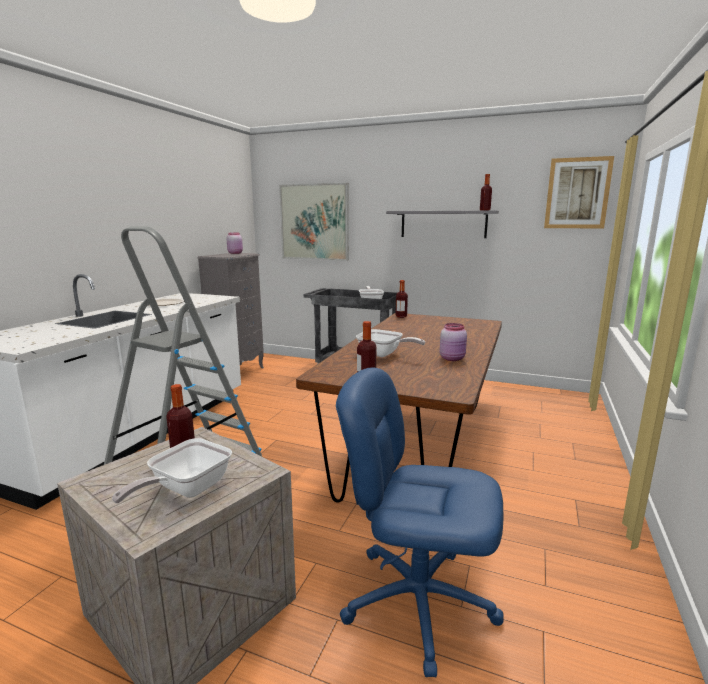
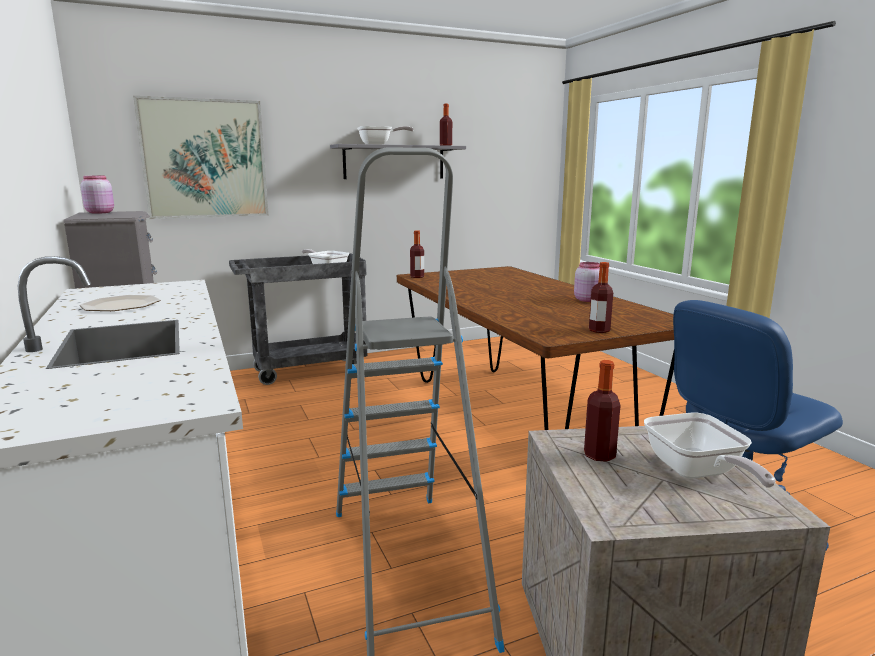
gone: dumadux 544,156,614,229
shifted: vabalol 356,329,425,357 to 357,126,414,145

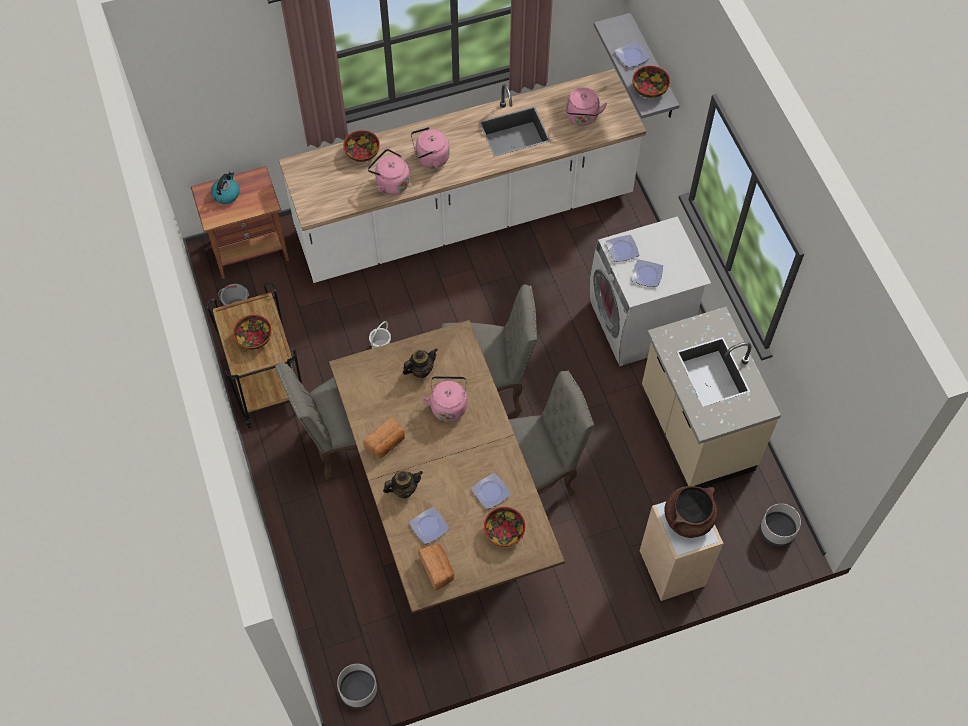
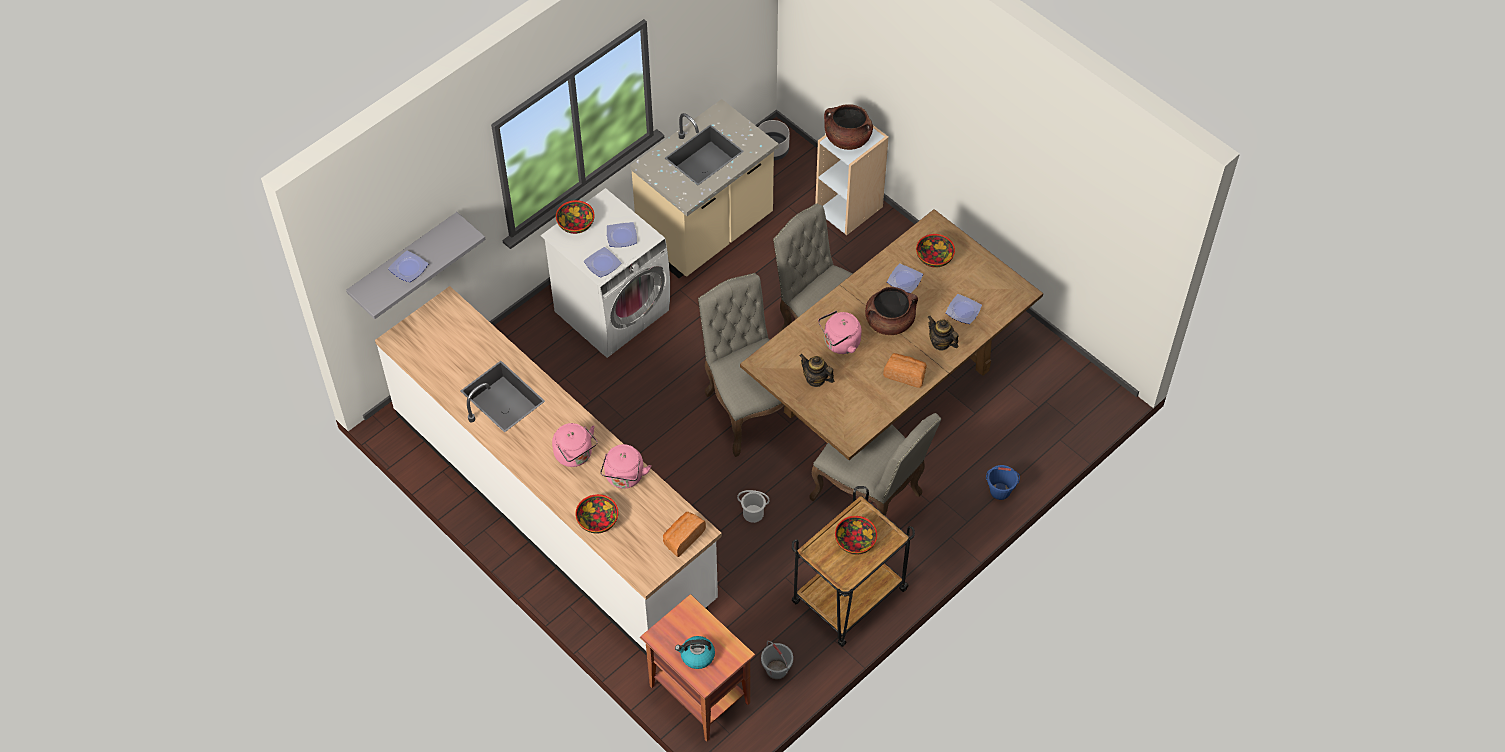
gone: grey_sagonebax 337,664,378,709; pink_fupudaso 566,87,607,126
new: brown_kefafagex 865,287,918,335; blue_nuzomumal 986,465,1020,500
shifted: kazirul 632,66,670,98 to 556,200,595,234; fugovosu 418,544,454,590 to 663,512,706,557

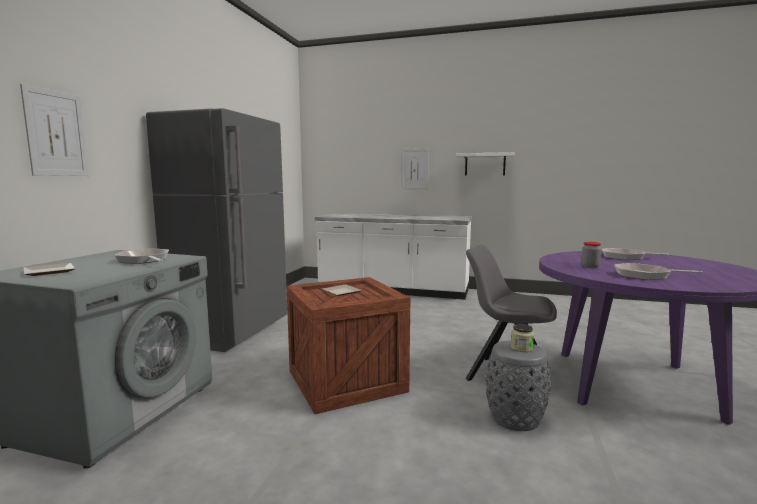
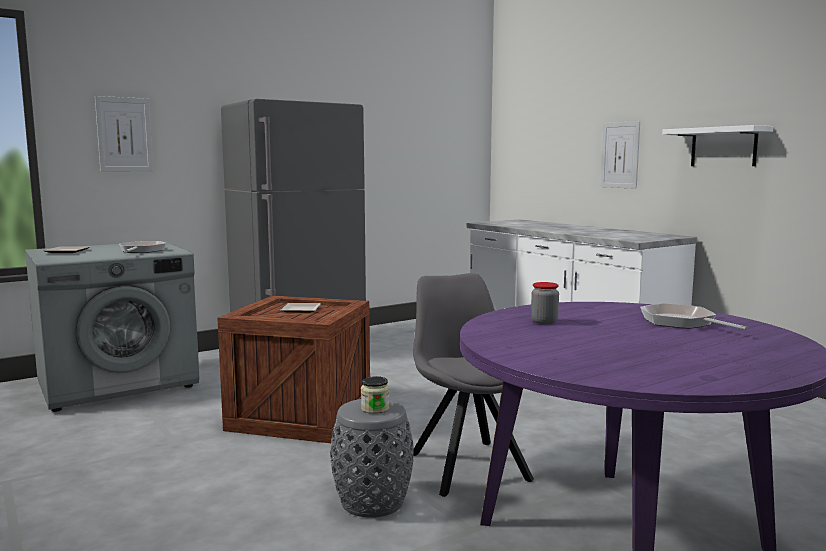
gone: vabalol 614,263,703,280

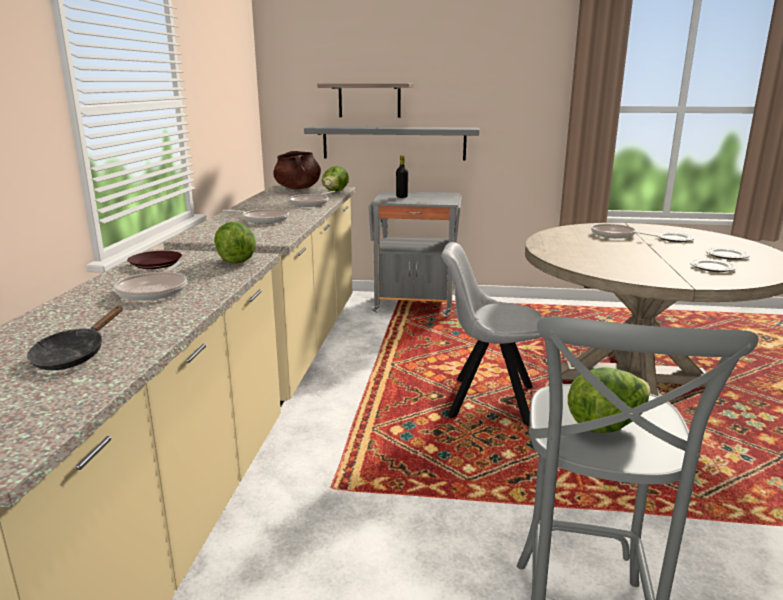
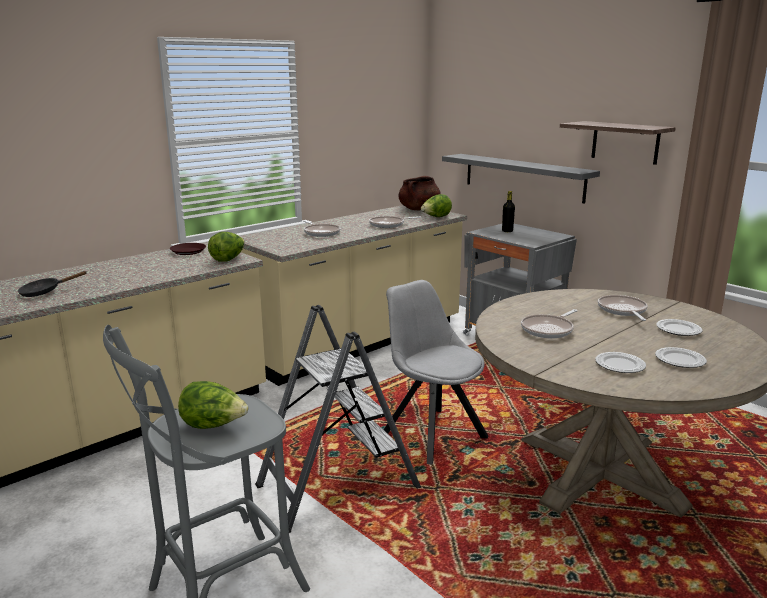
new: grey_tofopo 255,305,421,533
shifted: vabalol 113,261,187,301 to 521,309,578,338; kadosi 317,84,413,118 to 560,121,676,165

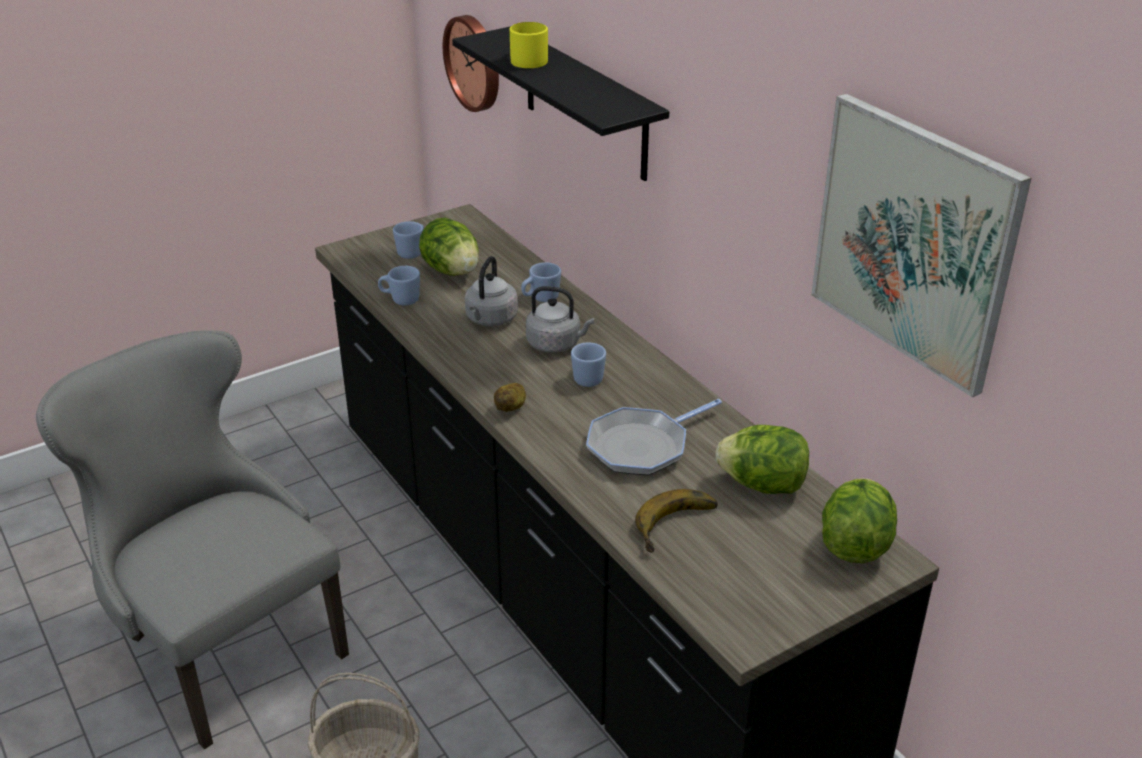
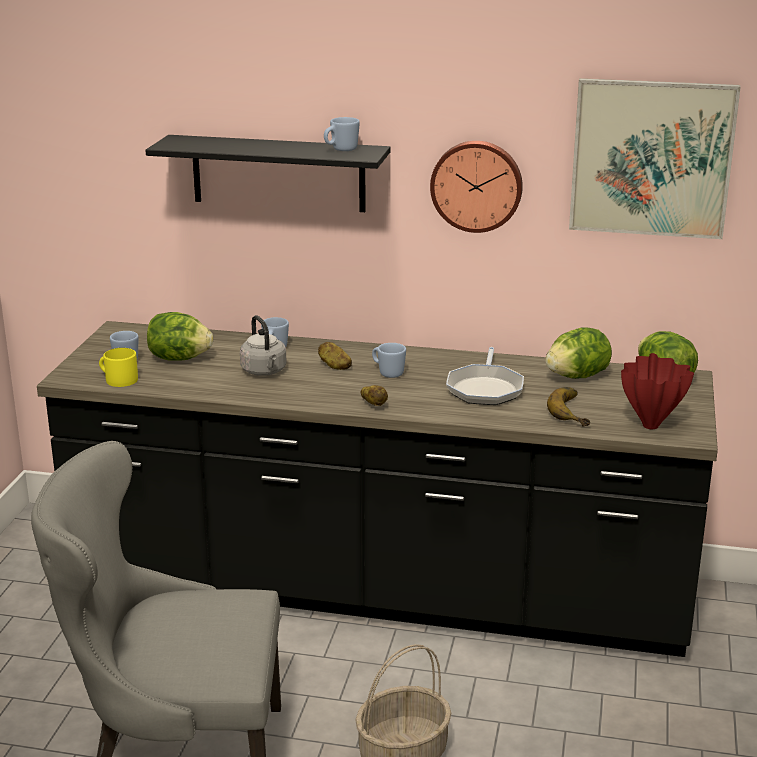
new: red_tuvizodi 621,353,694,429
shifted: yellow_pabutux 510,22,548,68 to 99,348,138,387; blue_pabutux 378,266,420,306 to 324,117,360,151; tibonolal 443,15,499,112 to 430,141,523,233
swapped: grey_fupudaso 526,286,594,353 to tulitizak 318,342,352,370

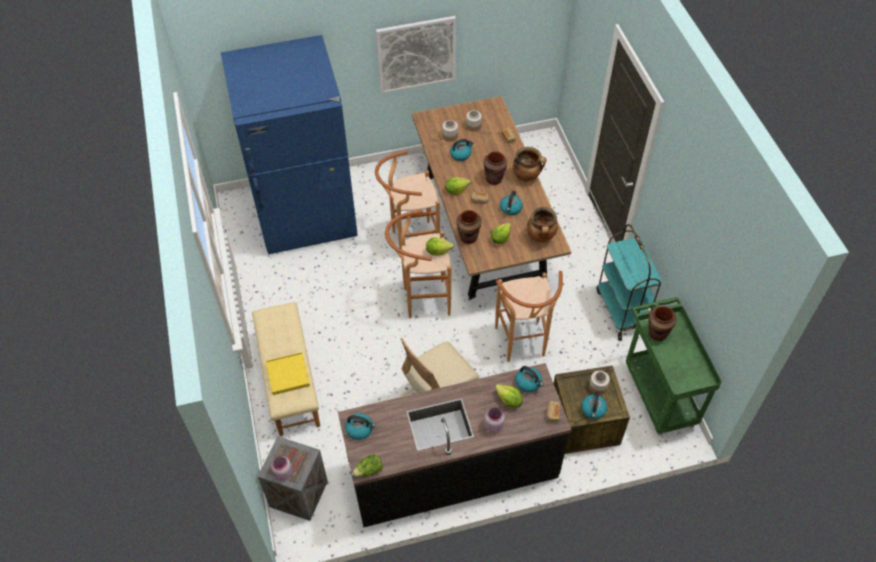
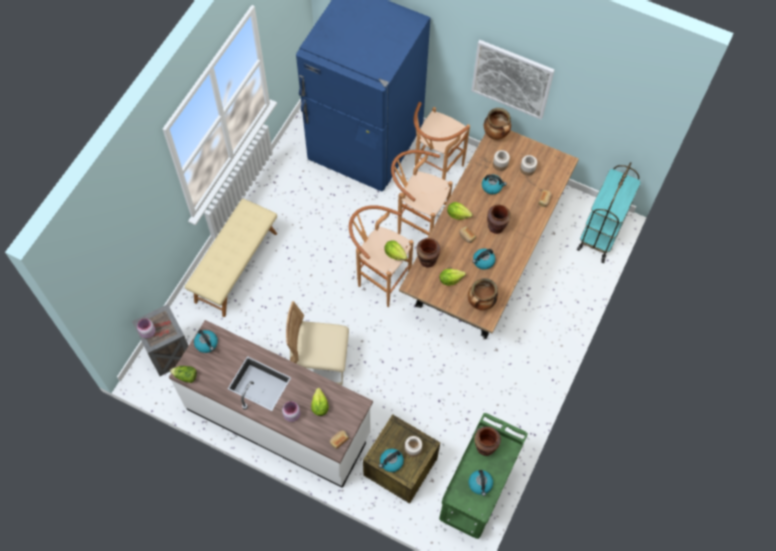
gone: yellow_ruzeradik 266,352,310,395
shifted: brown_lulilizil 495,271,563,362 to 414,102,470,180; fupudaso 515,366,544,392 to 469,470,493,496; kefafagex 513,147,546,182 to 484,108,511,140; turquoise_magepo 597,224,662,341 to 577,162,641,263
repainted: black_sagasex 338,363,571,527 to white_sagasex 169,320,373,488

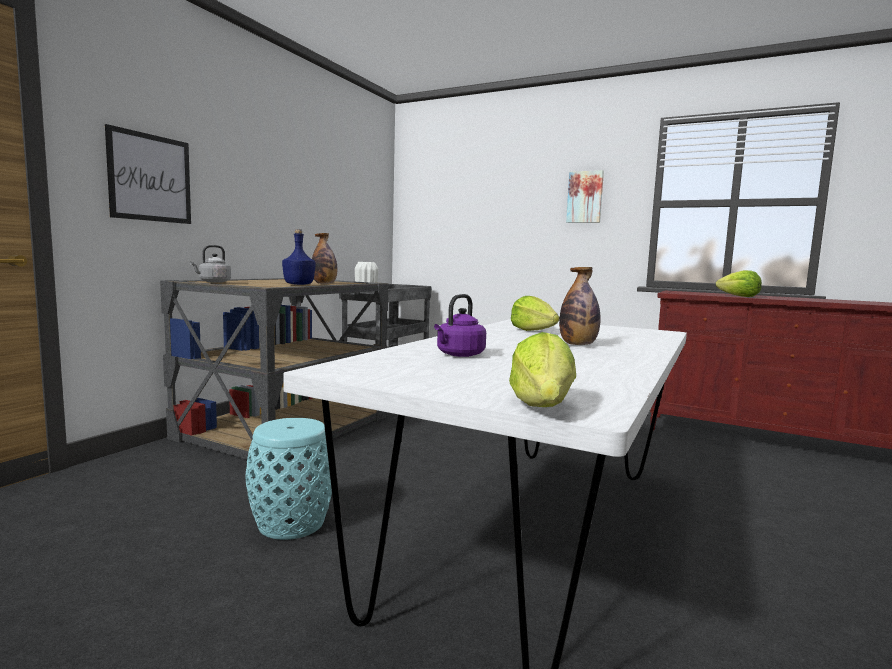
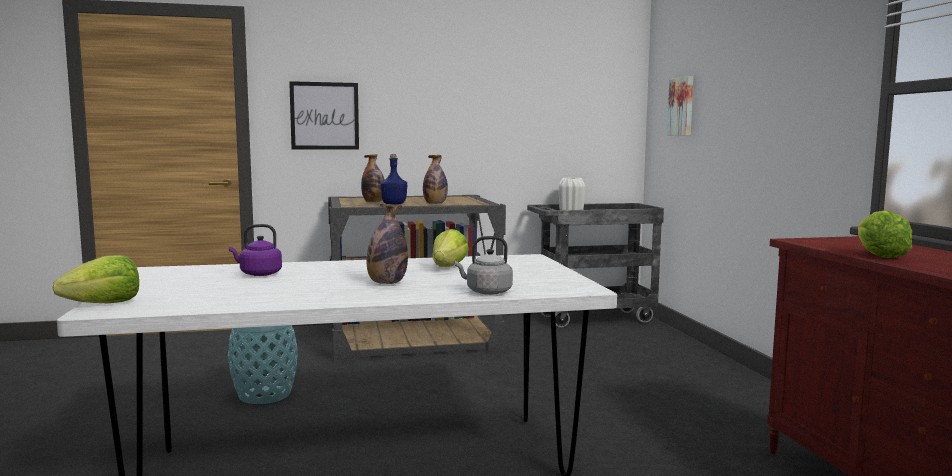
new: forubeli 361,154,385,202
shifted: grey_fupudaso 190,245,231,283 to 454,236,513,295; dumadux 566,170,604,223 to 667,76,694,136

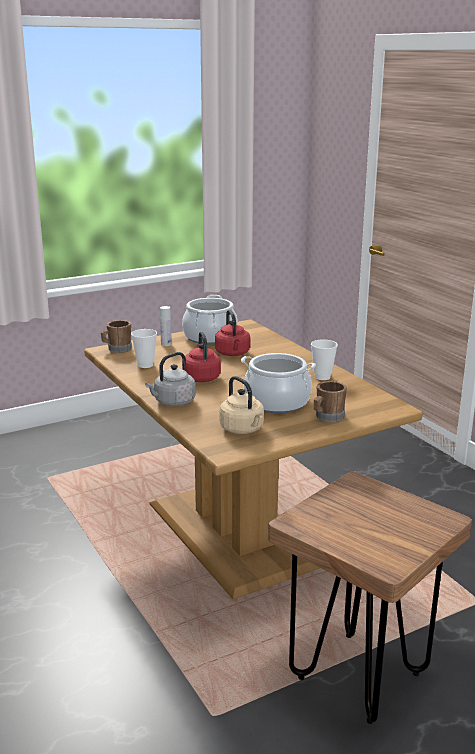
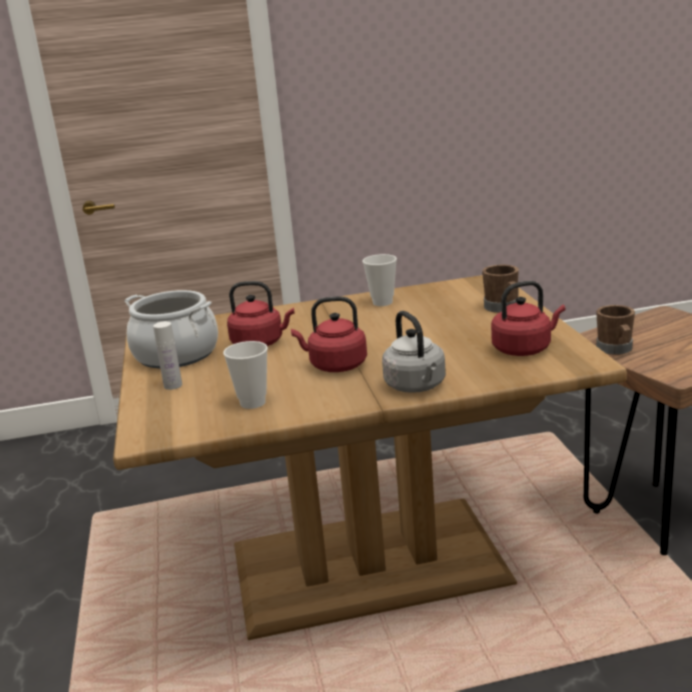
gone: kefafagex 241,353,316,413
shifted: brown_pabutux 101,320,132,353 to 596,305,635,355
repainted: beige_fupudaso 219,376,264,434 to red_fupudaso 491,281,565,356

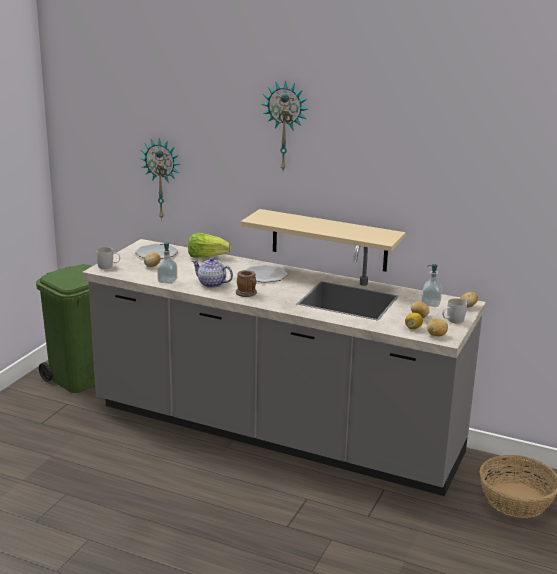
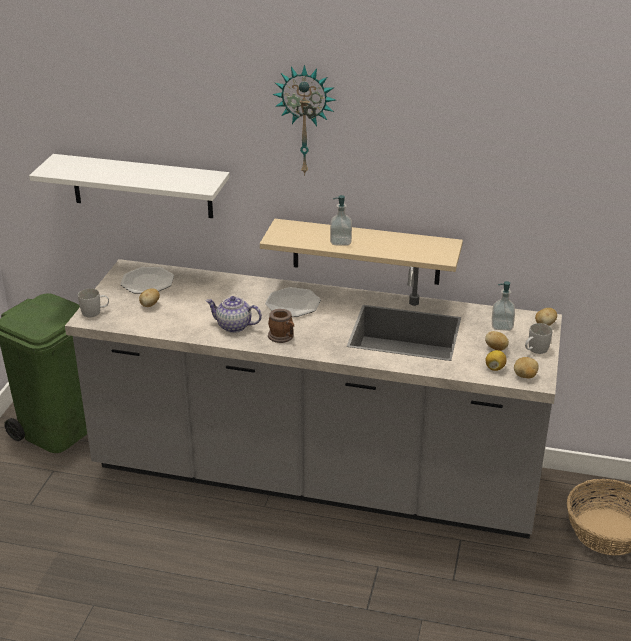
gone: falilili 188,233,231,258
shifted: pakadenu 157,242,177,284 to 330,195,352,246
swapped: tibonolal 140,138,181,220 to white_kadosi 29,154,230,218

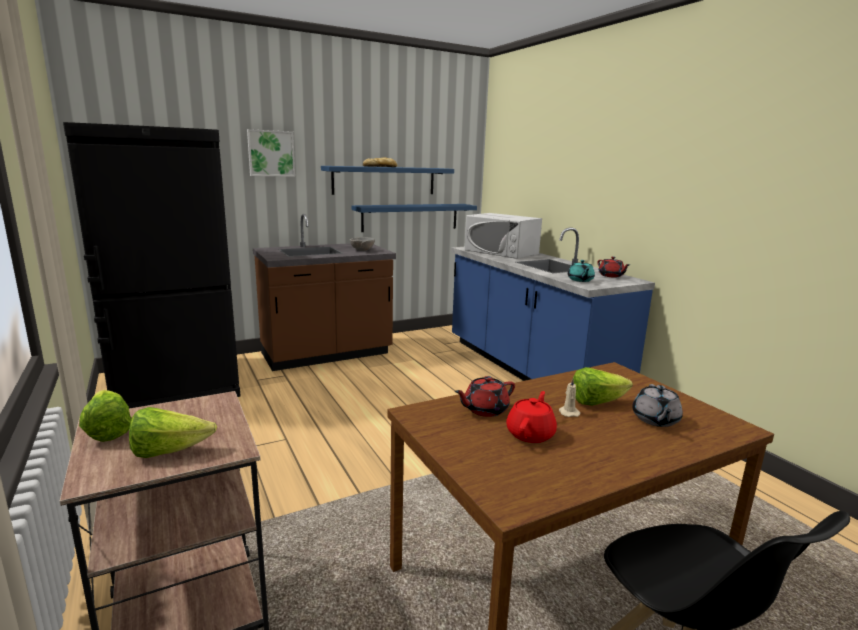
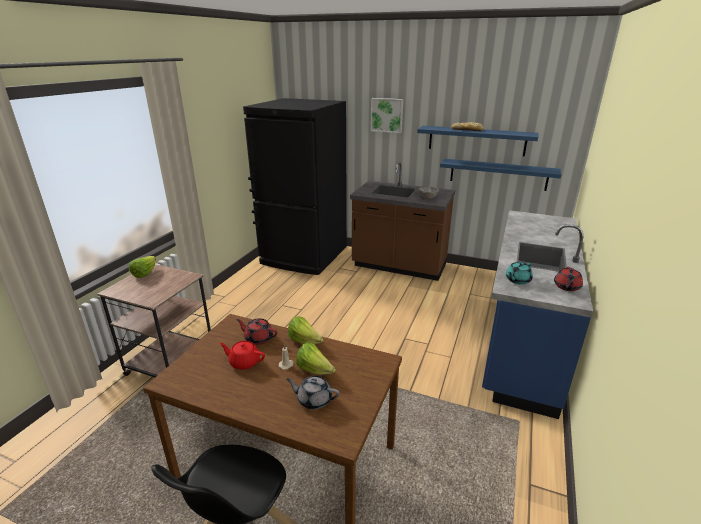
gone: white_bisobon 465,213,542,259
shifted: falilili 129,407,217,458 to 288,316,323,344
rotated: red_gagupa 506,391,557,443 = 219,341,265,370 150 degrees counterclockwise; grey_gagupa 632,384,683,427 = 286,376,340,409 45 degrees clockwise

